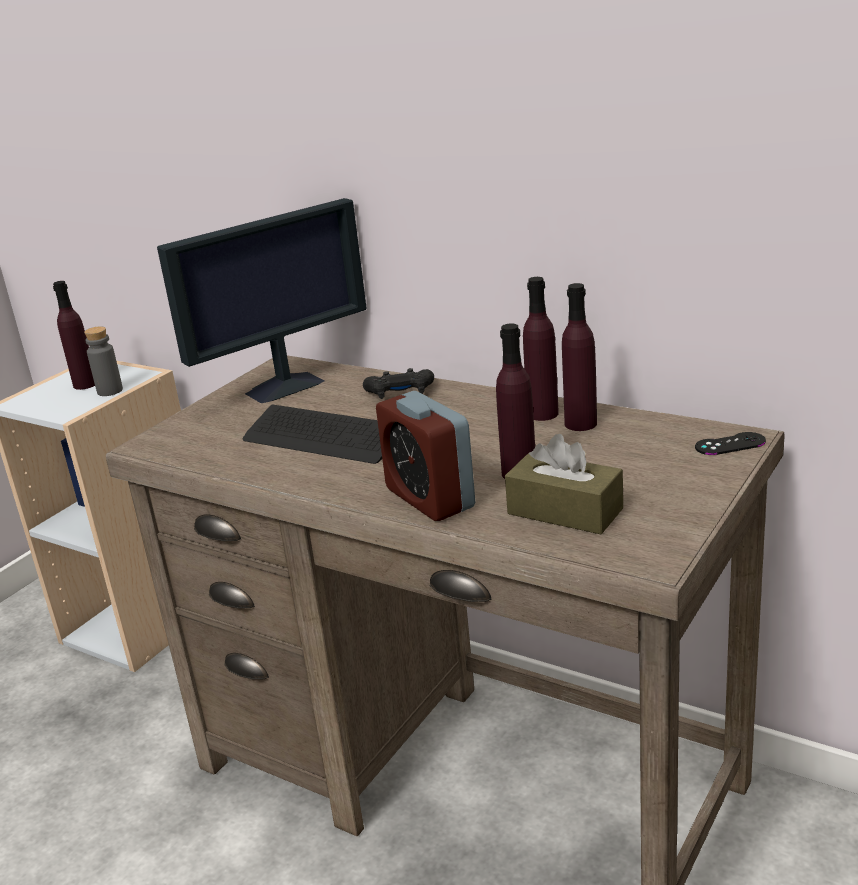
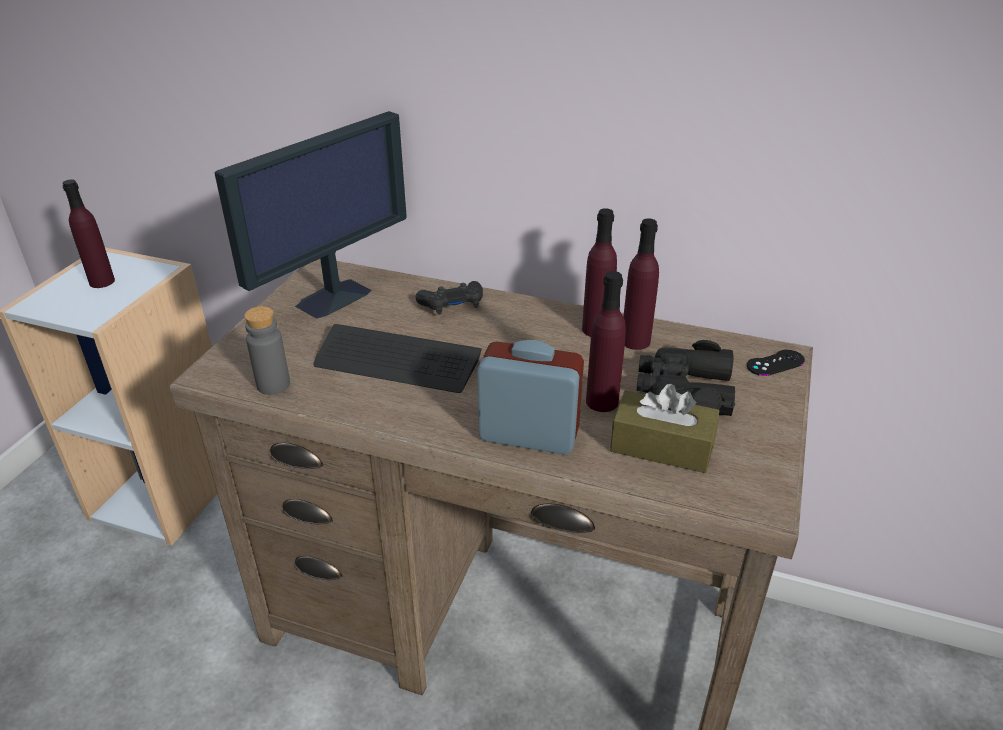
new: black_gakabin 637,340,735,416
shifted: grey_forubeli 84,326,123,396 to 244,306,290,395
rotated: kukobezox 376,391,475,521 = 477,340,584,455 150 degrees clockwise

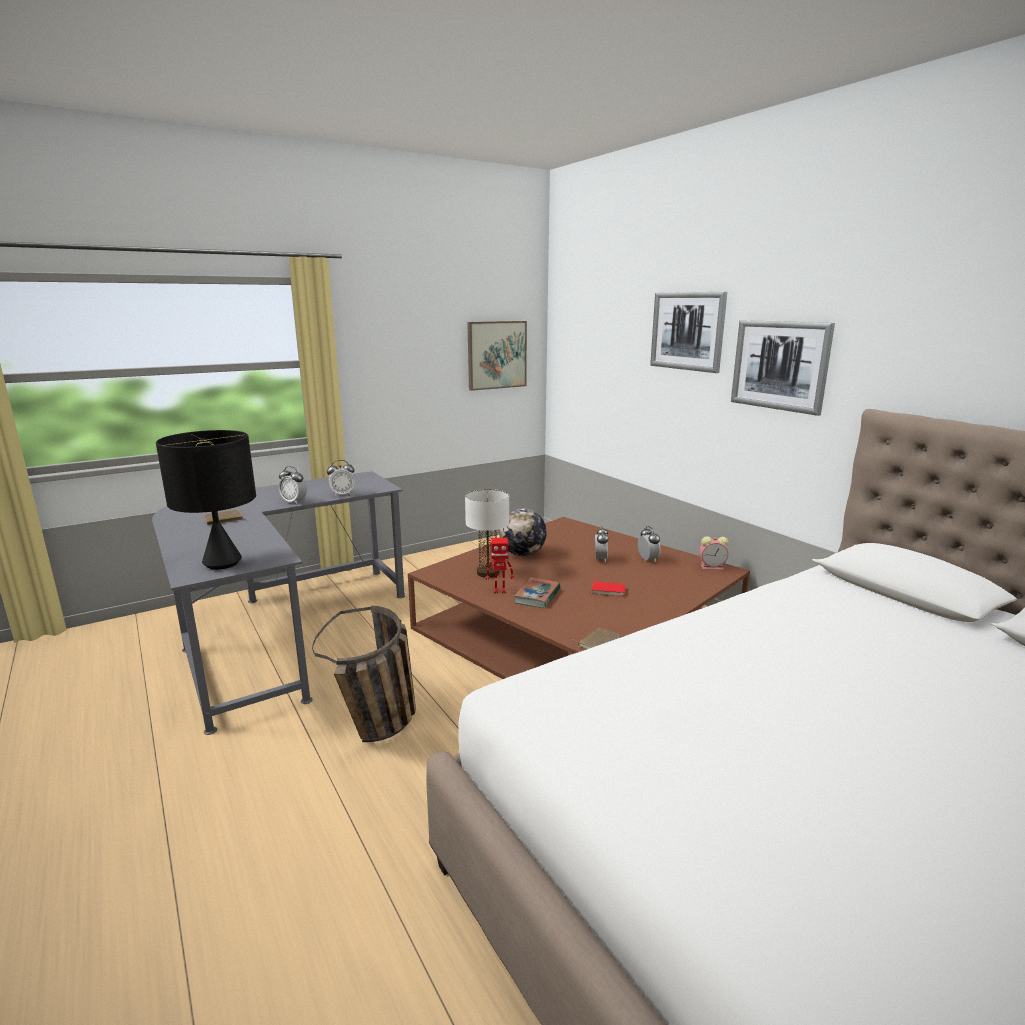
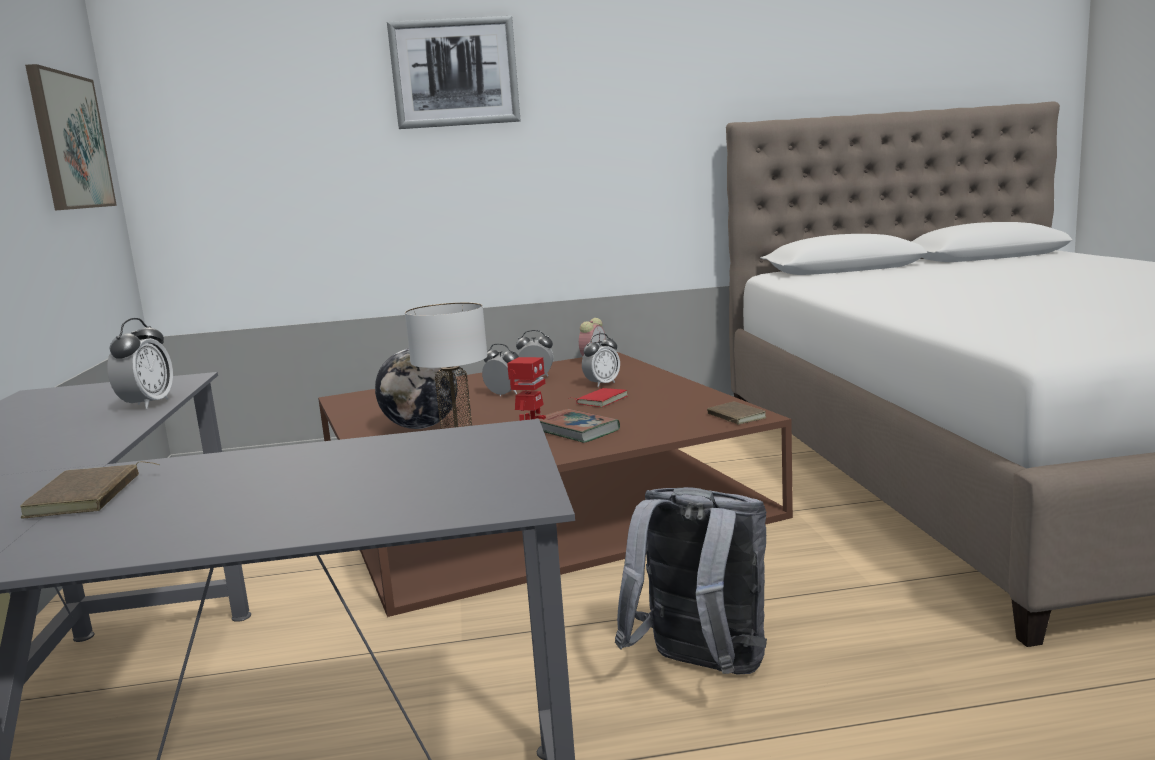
gone: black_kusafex 156,430,256,570; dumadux 731,320,835,416
shifted: kukobezox 279,466,307,504 to 582,333,620,387
swapped: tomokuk 312,605,416,742 to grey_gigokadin 615,487,767,675

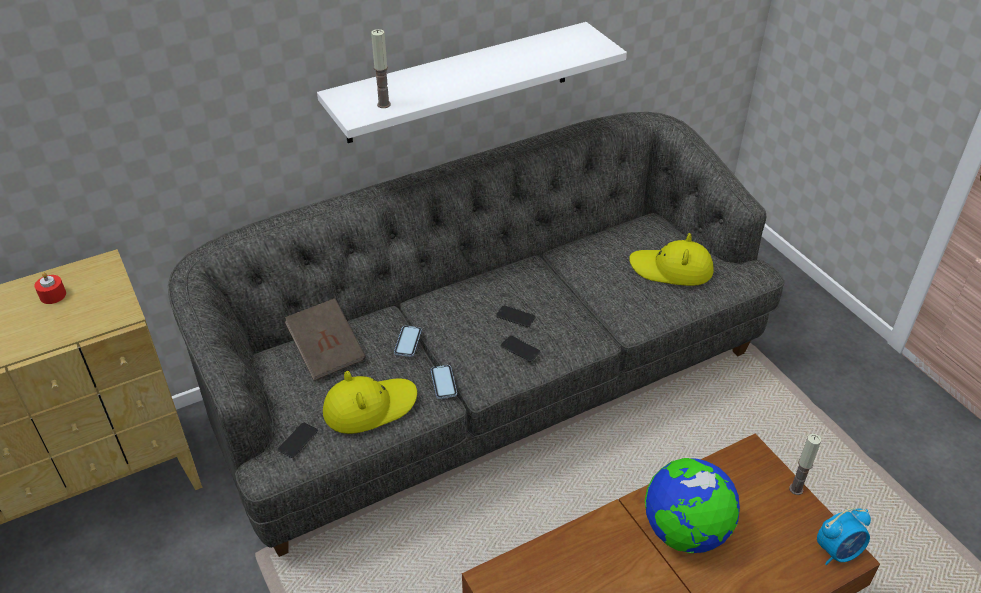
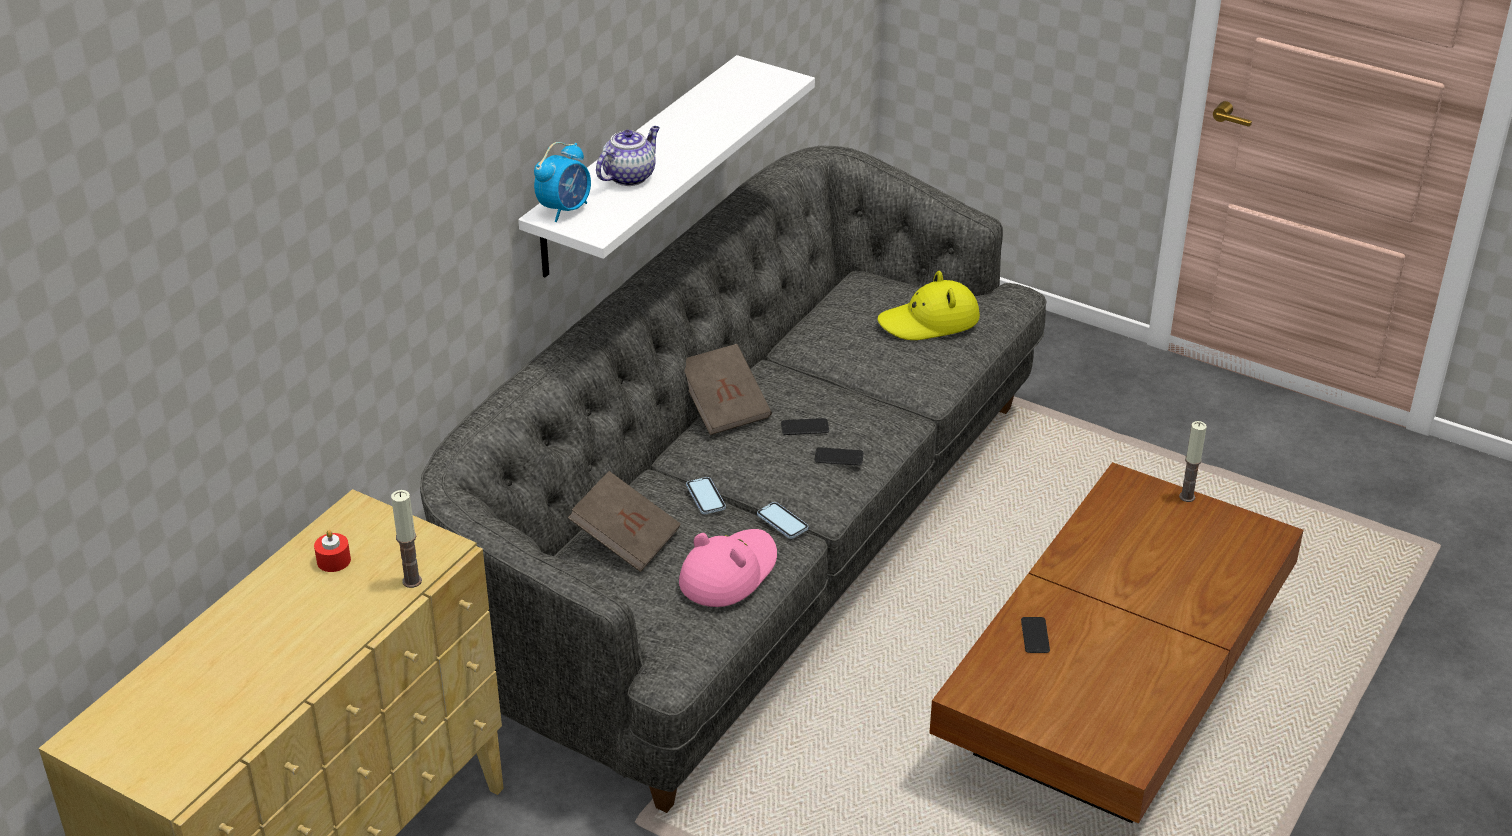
gone: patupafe 645,458,740,553
new: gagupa 596,126,660,186; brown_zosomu 685,344,772,435
shifted: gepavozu 371,29,391,108 to 391,490,422,588; kukobezox 817,508,871,565 to 534,142,591,222; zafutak 278,423,318,458 to 1021,617,1050,653
repainted: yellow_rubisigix 323,371,417,434 to pink_rubisigix 679,529,777,607

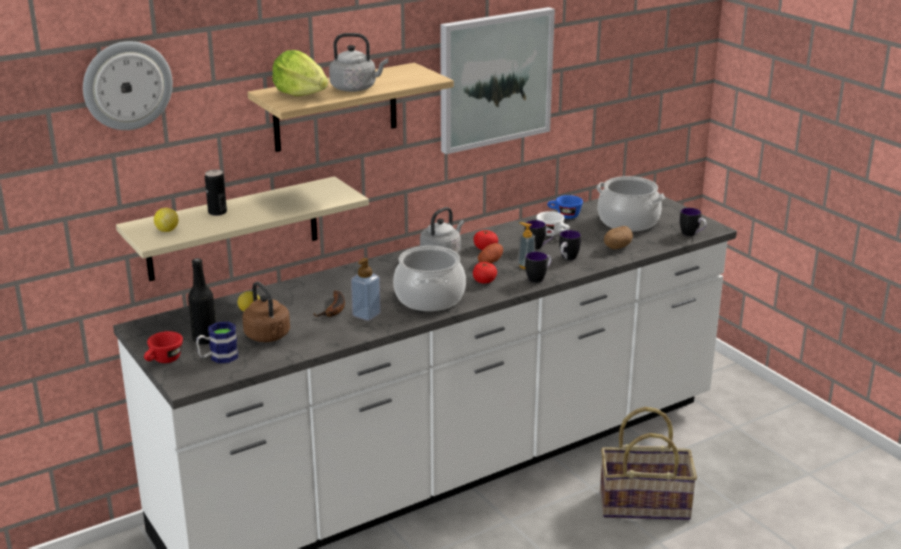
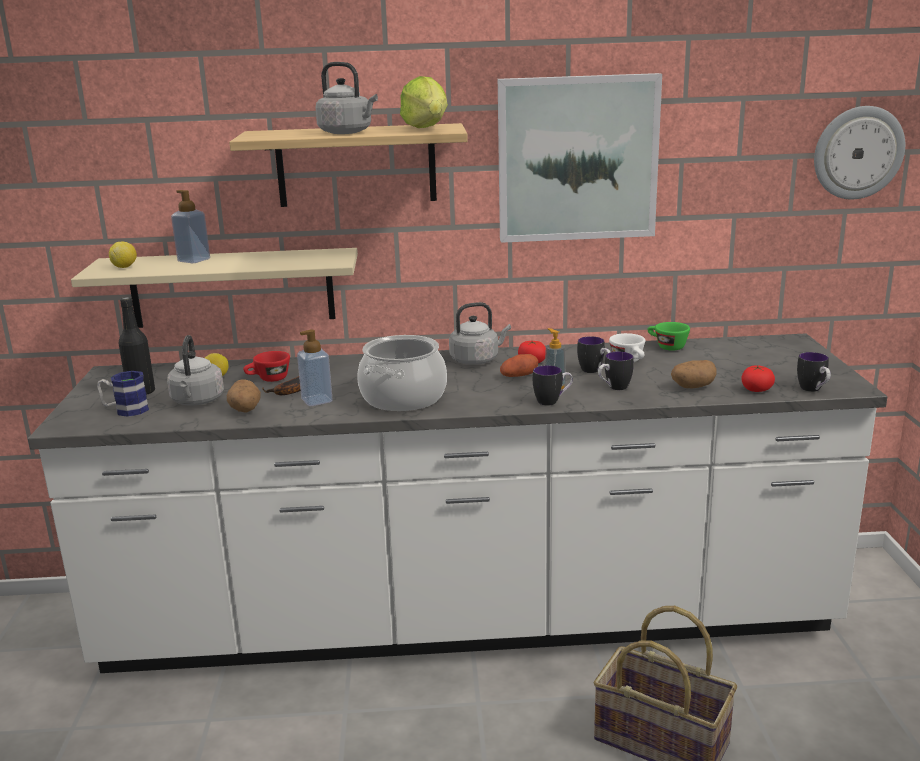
gone: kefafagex 597,176,665,231
new: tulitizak 227,379,261,413
shifted: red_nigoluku 144,331,183,363 to 243,351,290,382; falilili 272,50,328,96 to 400,76,448,128; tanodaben 473,262,497,284 to 742,365,775,392; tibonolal 83,41,173,130 to 814,106,905,199
swapped: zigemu 205,170,227,216 to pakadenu 171,190,210,263
repainted: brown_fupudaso 242,282,290,342 to grey_fupudaso 167,335,224,406; blue_nigoluku 547,195,583,219 to green_nigoluku 648,322,690,351

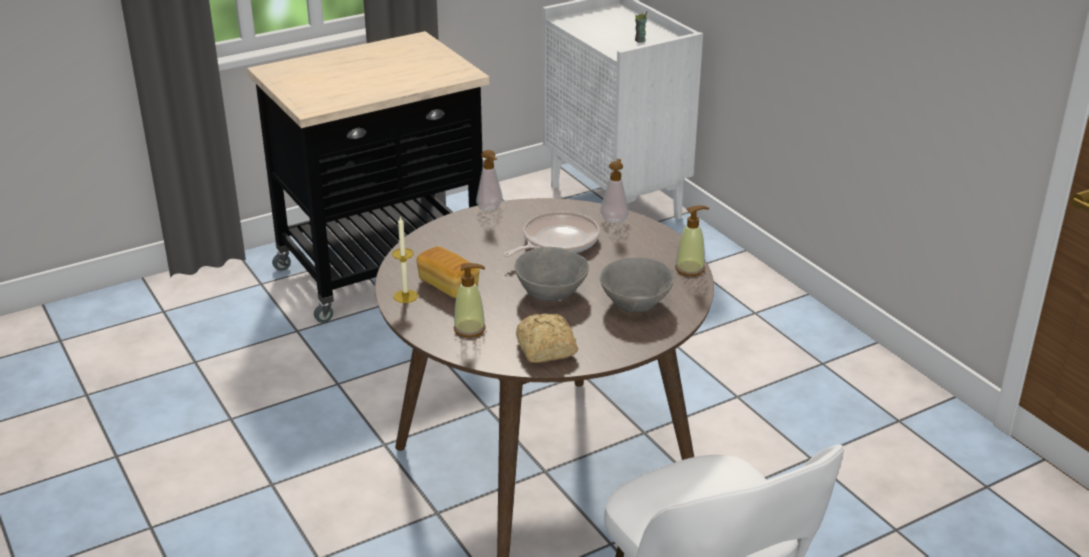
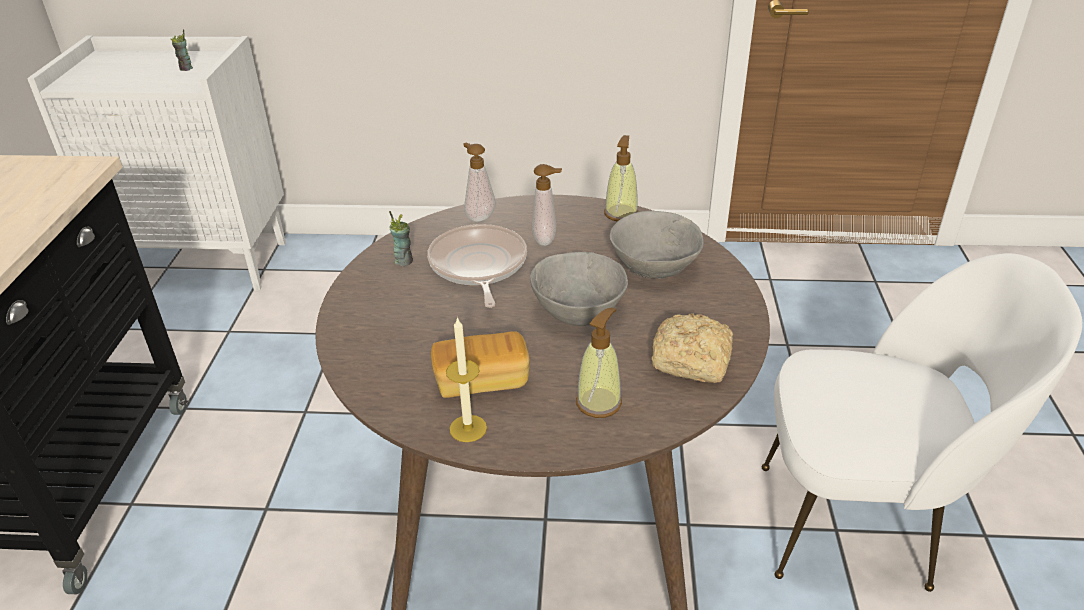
new: nigoluku 389,211,413,266
shifted: pakadenu 476,150,503,211 to 532,164,562,246

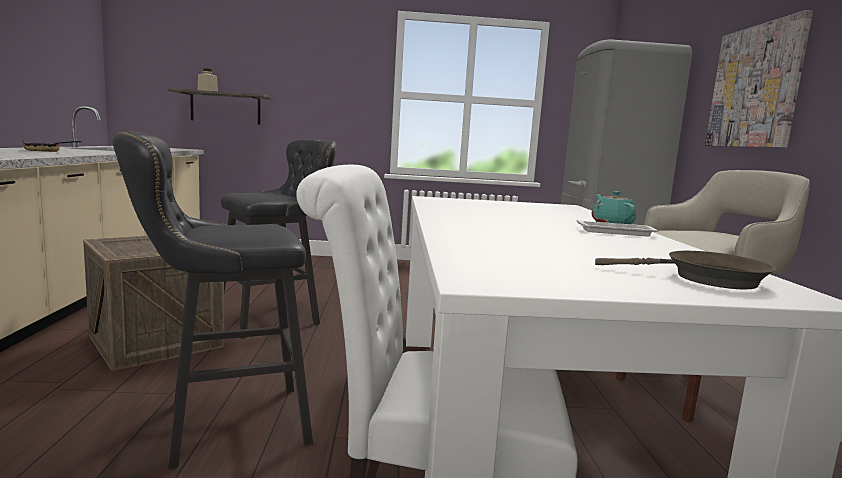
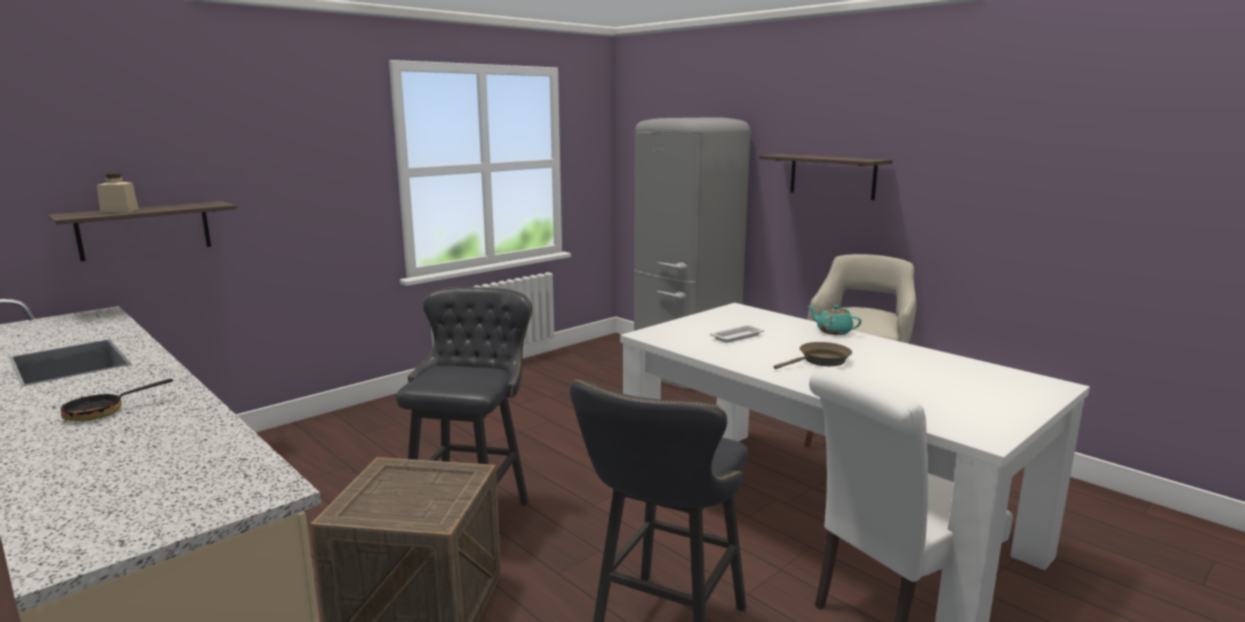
shifted: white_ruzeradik 576,219,658,237 to 710,325,764,343; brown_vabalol 595,251,776,289 to 774,342,852,369
swapped: dumadux 705,10,813,148 to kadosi 759,154,893,200

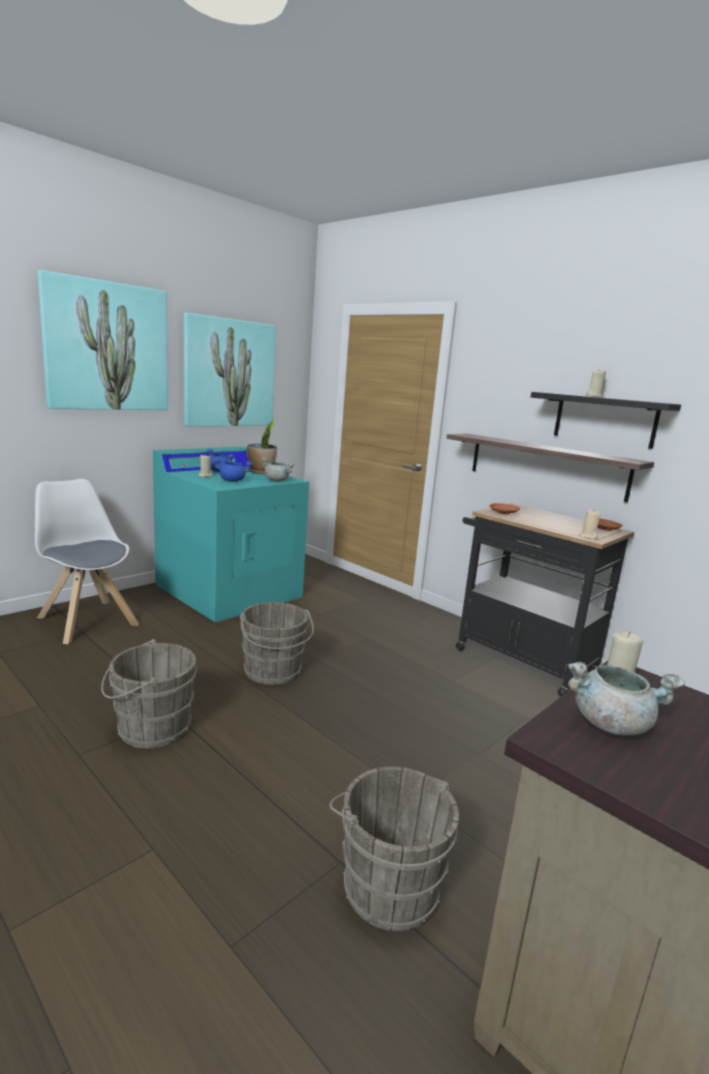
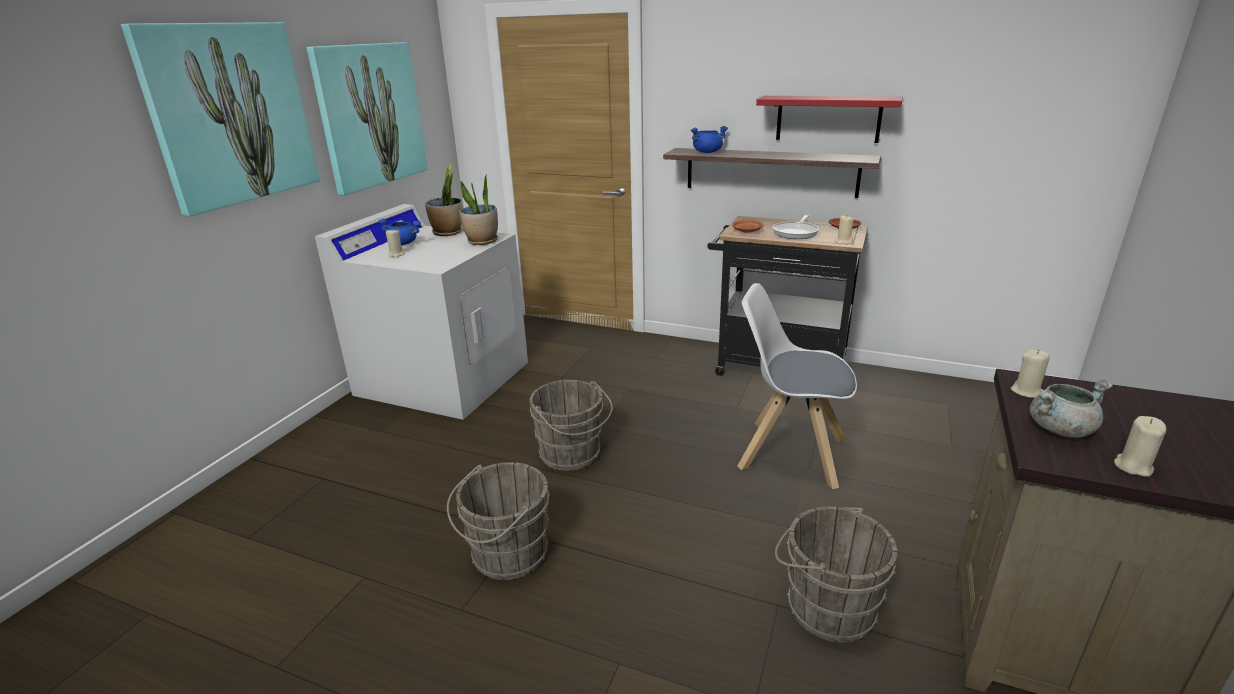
new: vabalol 773,215,819,239
shifted: blue_kefafagex 214,458,253,482 to 691,126,728,153; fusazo 35,479,139,644 to 737,283,857,489; beige_gepavozu 586,369,606,397 to 1114,416,1167,477
swapped: grey_kefafagex 261,457,295,481 to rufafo 459,174,498,245
repainted: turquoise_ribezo 153,447,309,622 to white_ribezo 315,204,528,420; black_kadosi 531,392,681,449 to red_kadosi 756,96,903,143

